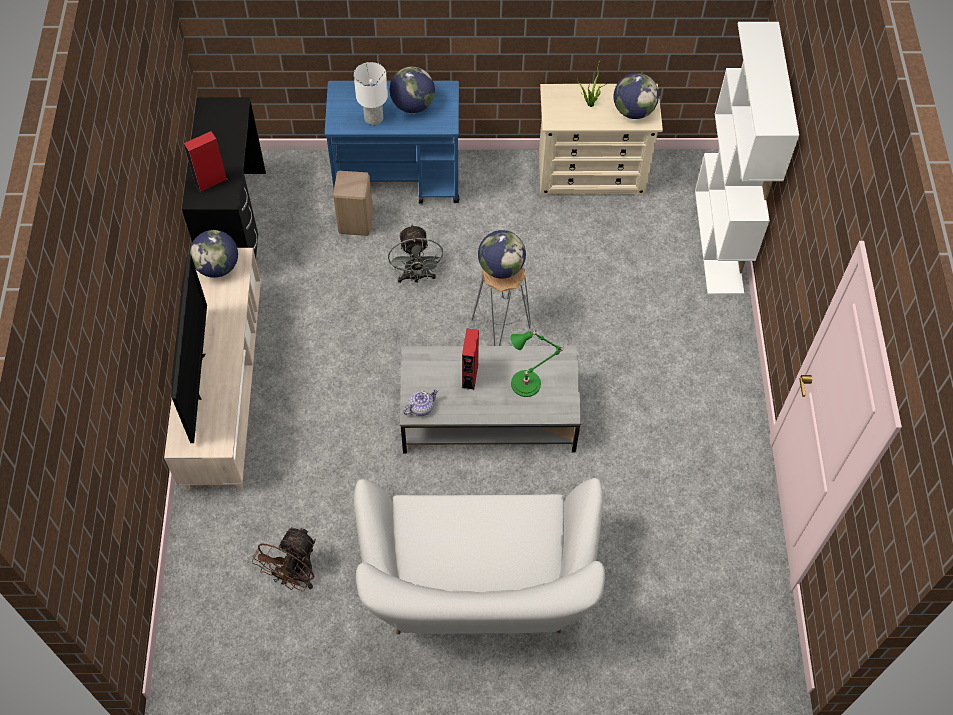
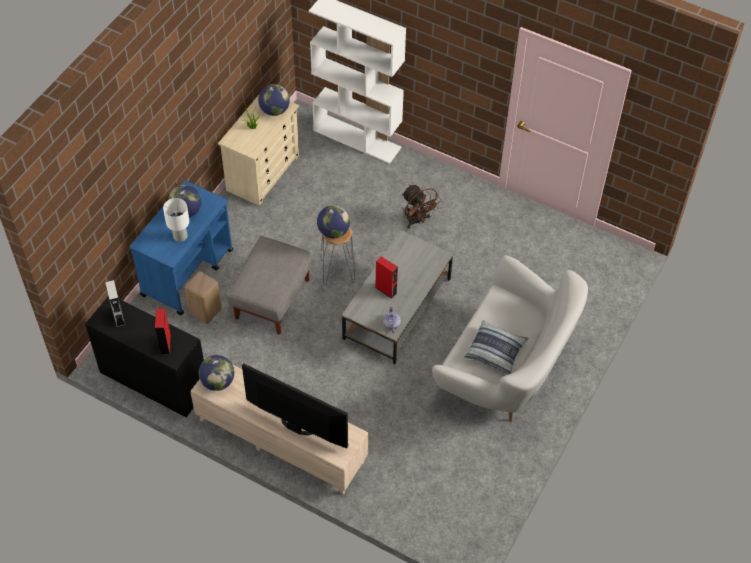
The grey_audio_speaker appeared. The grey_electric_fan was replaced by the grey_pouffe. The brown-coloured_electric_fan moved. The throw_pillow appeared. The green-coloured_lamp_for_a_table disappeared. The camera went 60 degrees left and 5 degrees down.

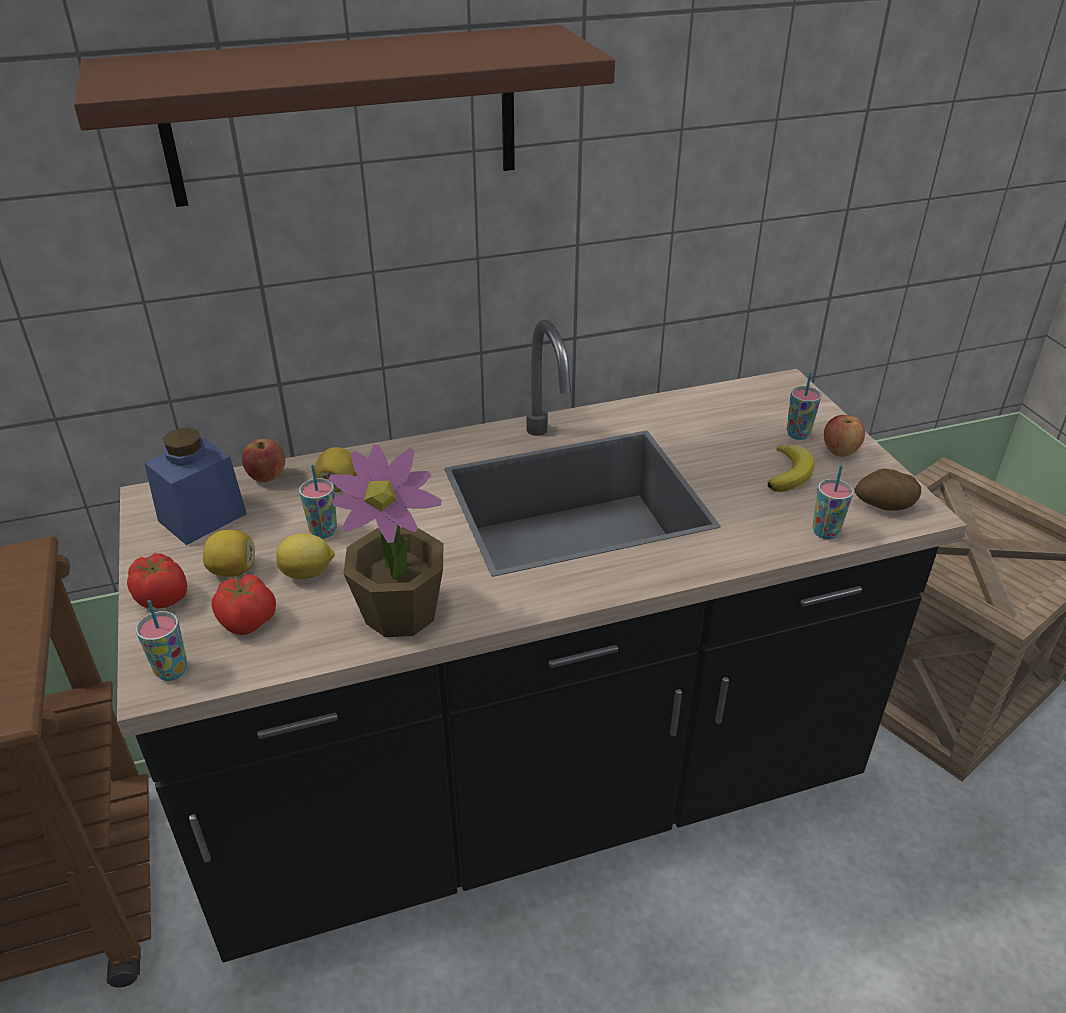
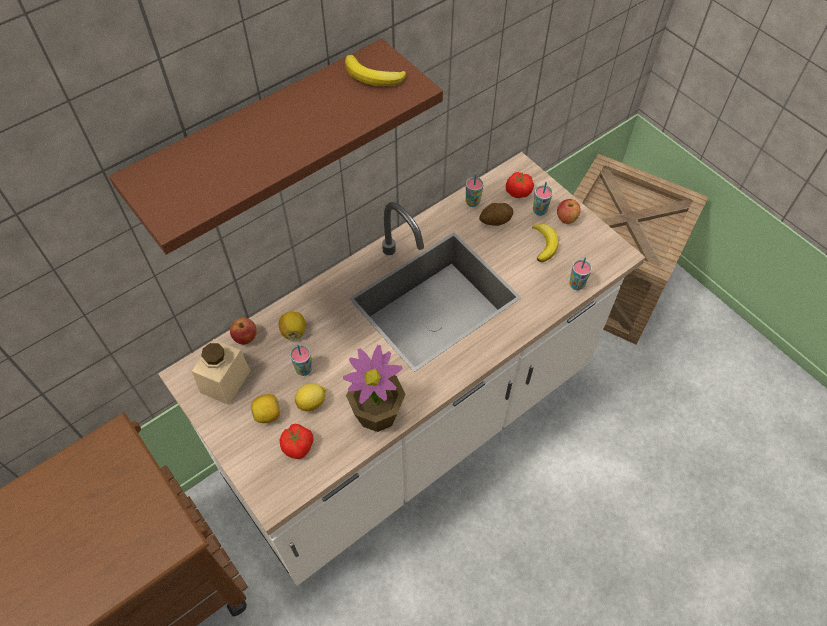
The black-coloured_kitchen_base_unit became the whitish_kitchen_base_unit. The blue_preserve_jar became the sand-coloured_preserve_jar. The banana_fruit (no. 1 from left) appeared. The cup (no. 1 from left in the first image) moved. The spud moved. The fresh_tomato (no. 1 from left in the first image) moved. The camera went 20 degrees left and 20 degrees up.

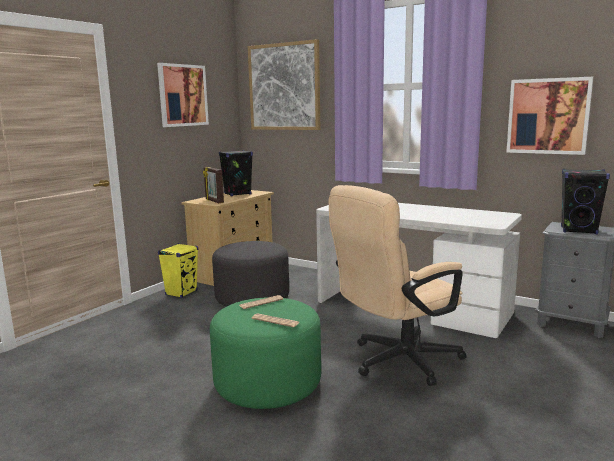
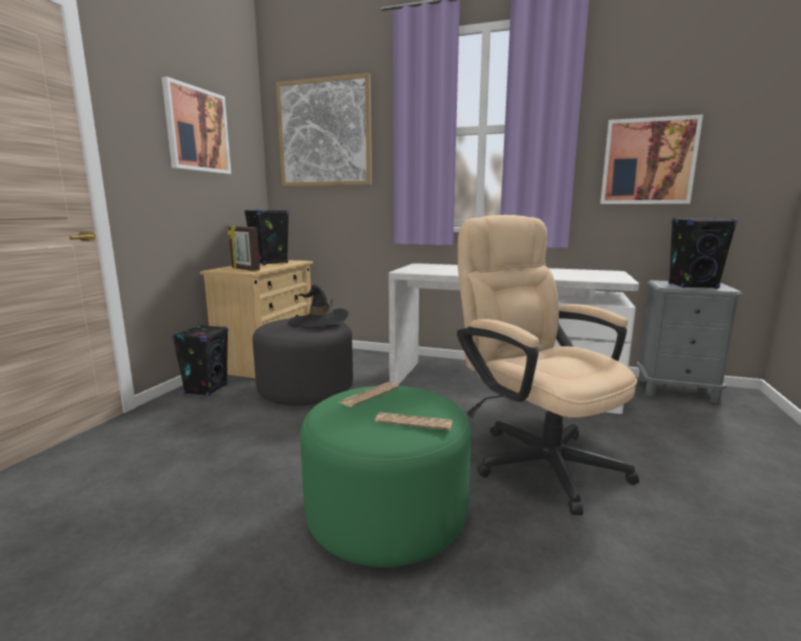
The yellow_audio_speaker became the black-coloured_audio_speaker (no. 1 from left). The black-coloured_hat appeared. The sand-coloured_computer_chair turned 105 degrees clockwise. The camera went 15 degrees left and 0 degrees up.

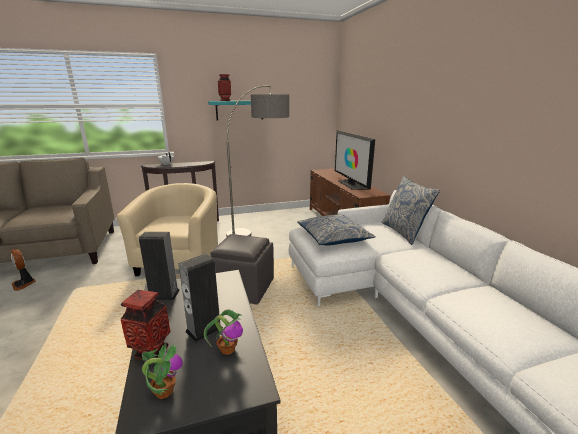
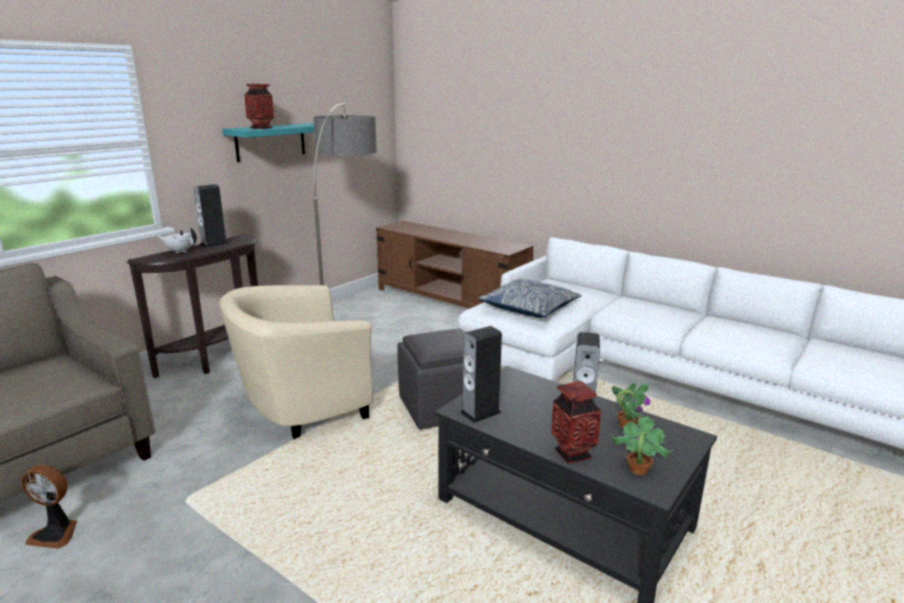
The audio_speaker (no. 1 from left) appeared. The sand-coloured_easy_chair turned 90 degrees counterclockwise. The television disappeared. The throw_pillow (no. 2 from left) disappeared. The camera went 35 degrees left and 0 degrees up.

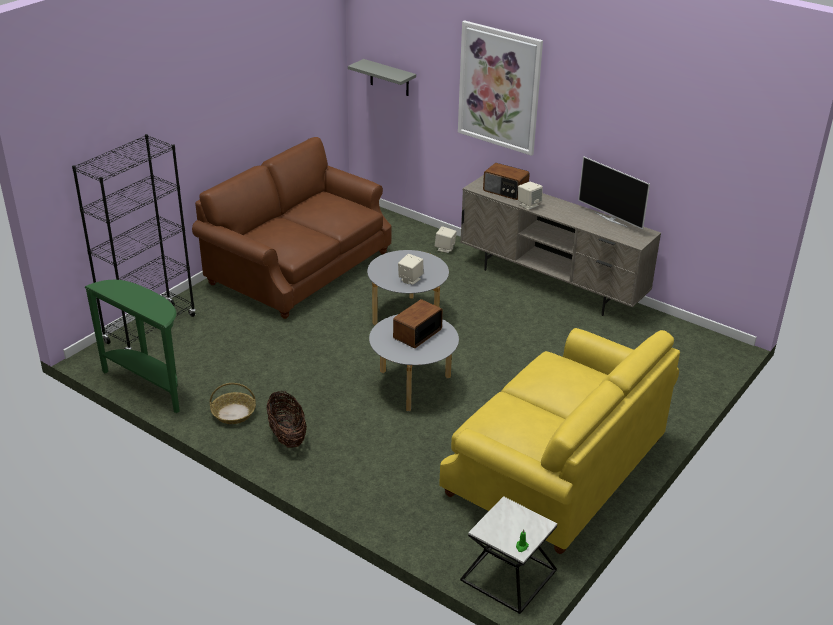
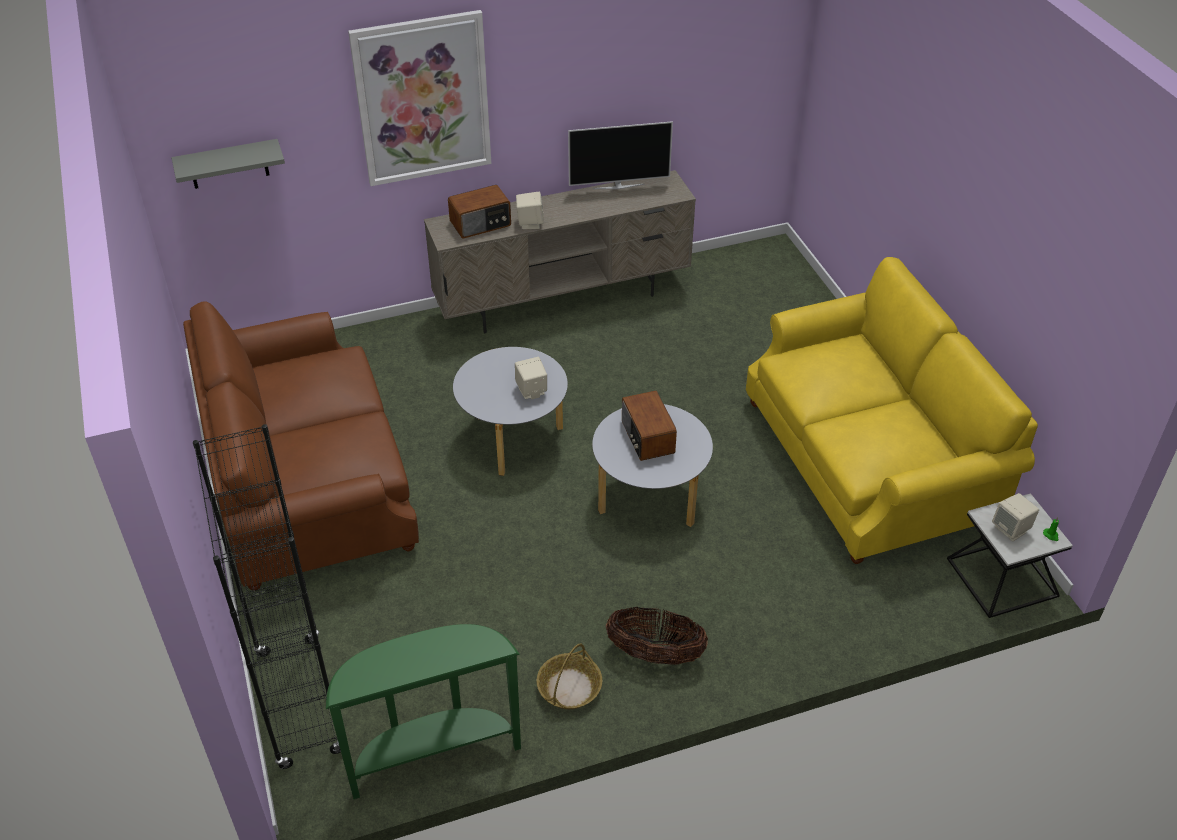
The sand-coloured_audio_speaker (no. 2 from left in the first image) moved. The camera went 55 degrees left and 10 degrees up.

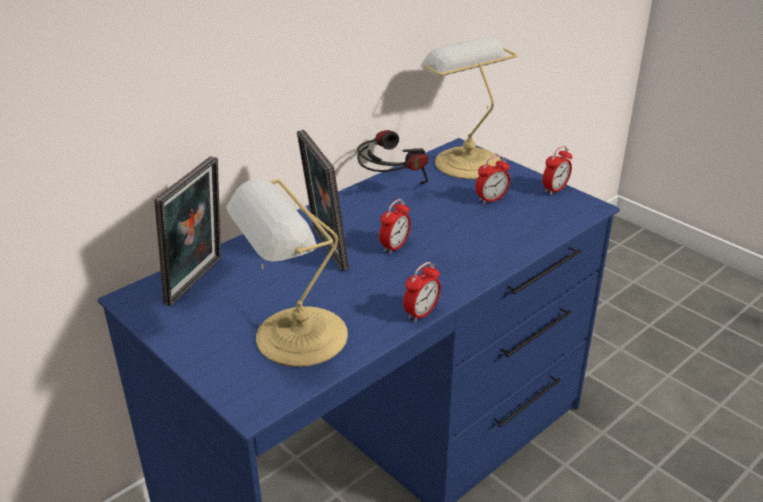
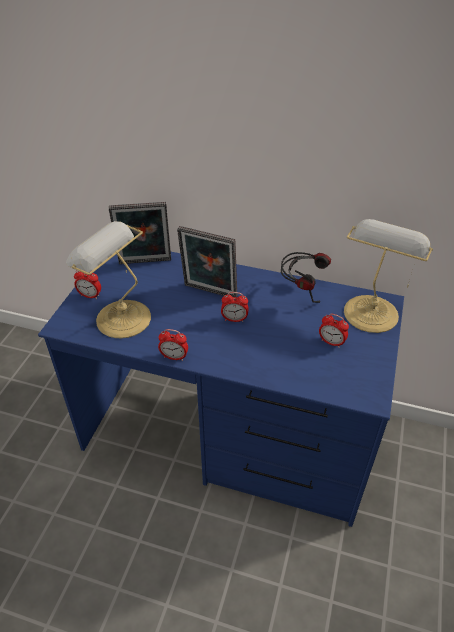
The table_clock (no. 4 from left in the first image) moved. The photo_frame (no. 2 from left) turned 105 degrees counterclockwise. The camera went 60 degrees right and 10 degrees up.

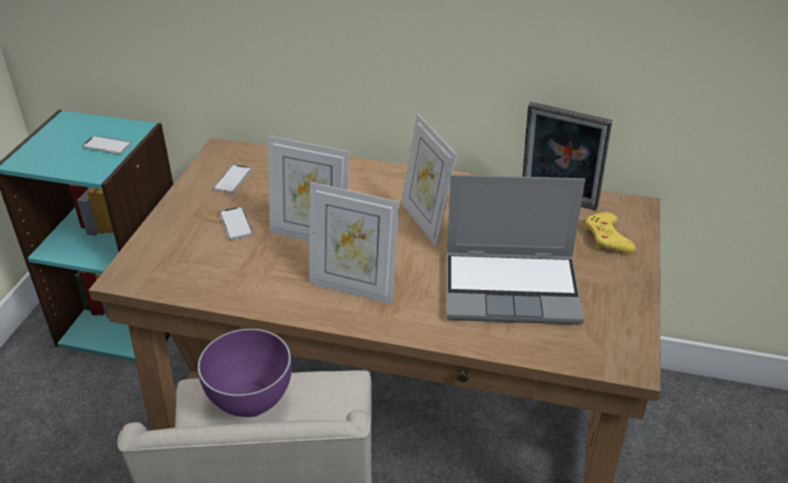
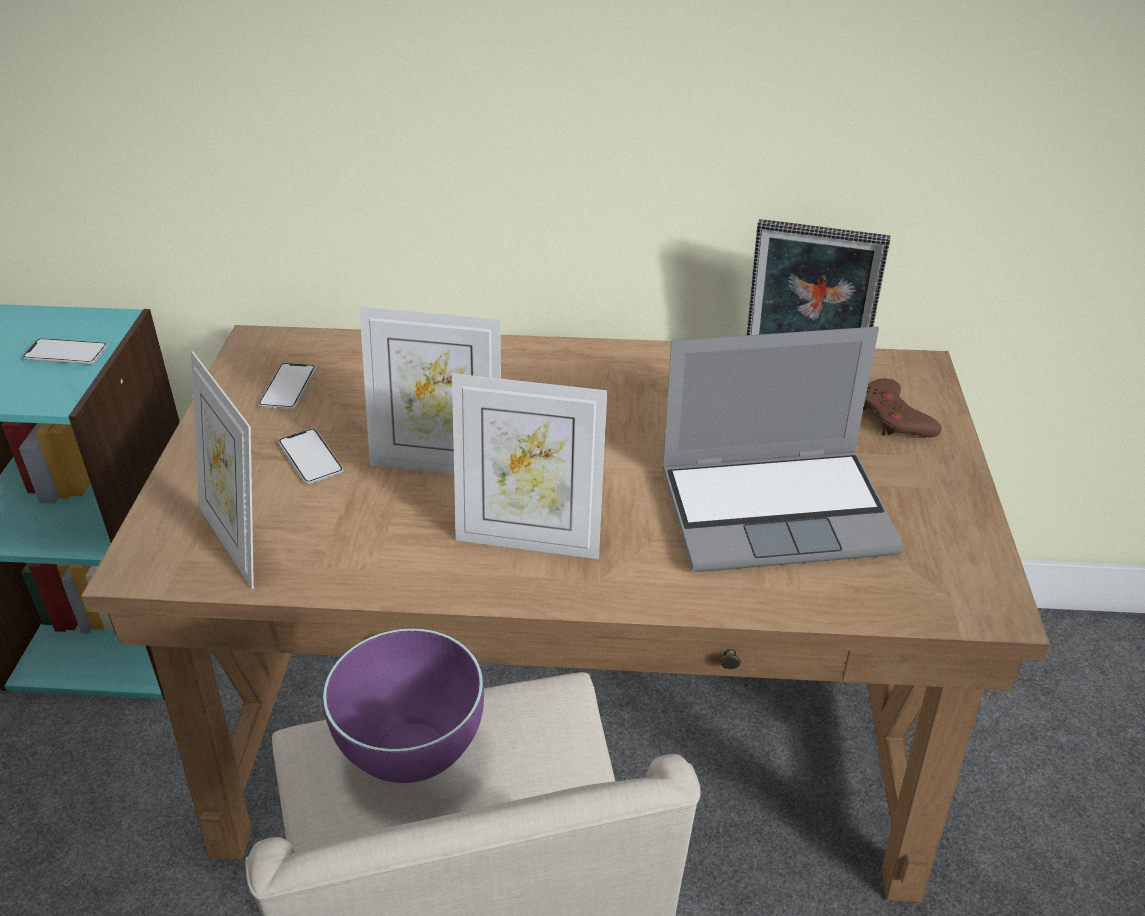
The photo_frame (no. 3 from left in the first image) moved. The yellow_joypad became the brown-coloured_joypad. The camera went 10 degrees left and 0 degrees up.

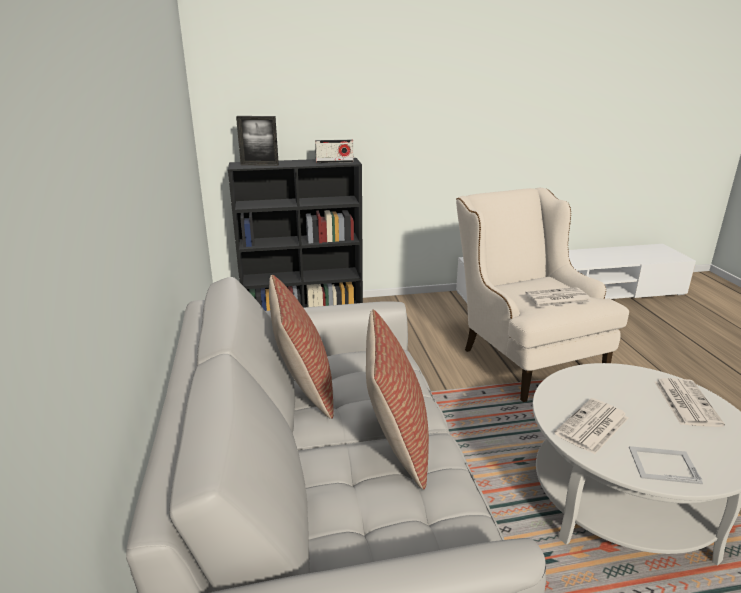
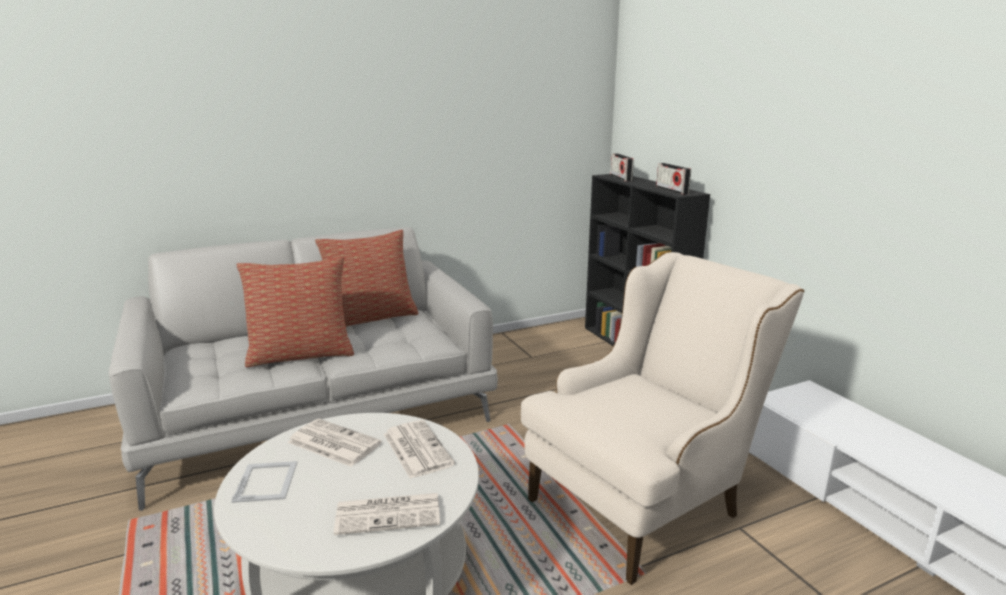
The daily_paper (no. 1 from left in the first image) moved. The photo_frame (no. 1 from left) was replaced by the radio_receiver (no. 1 from left). The camera went 75 degrees right and 5 degrees down.

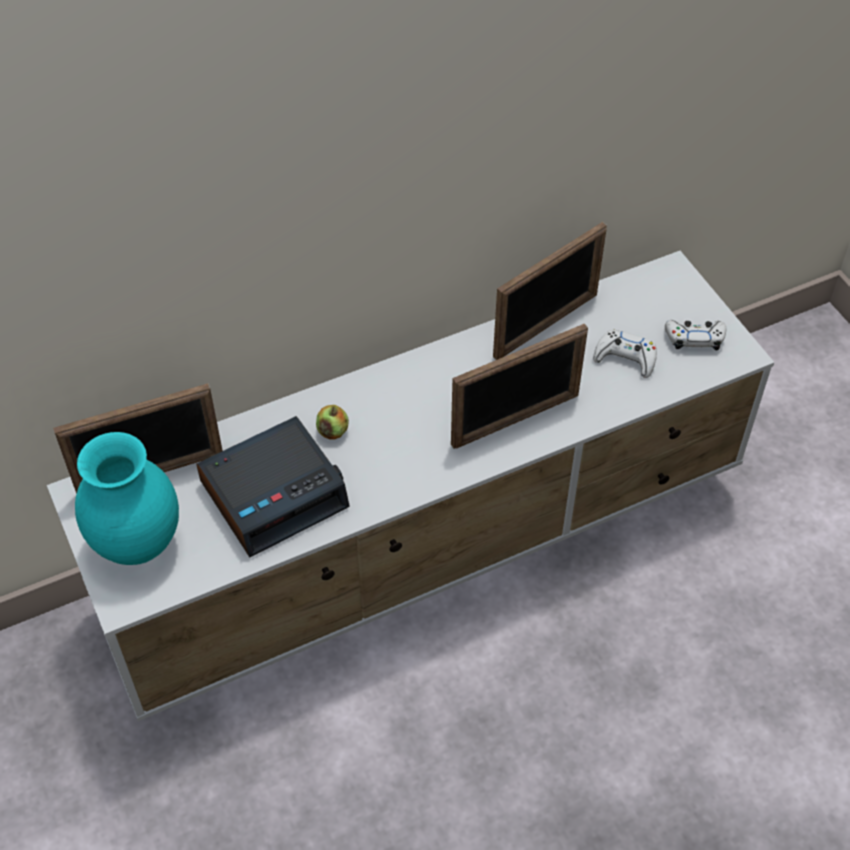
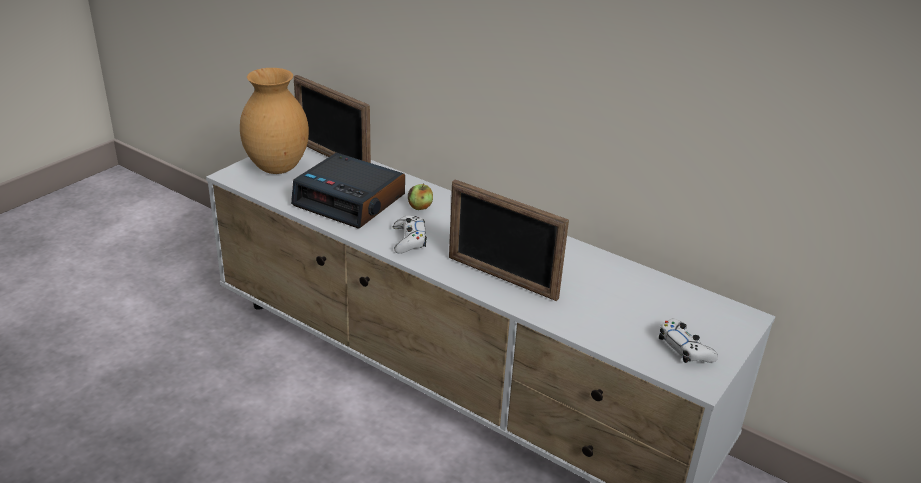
The blue-green_flower_vase became the brown-coloured_flower_vase. The whitish_joypad (no. 1 from left) moved. The photo_frame (no. 3 from left) disappeared. The camera went 60 degrees right and 20 degrees down.

